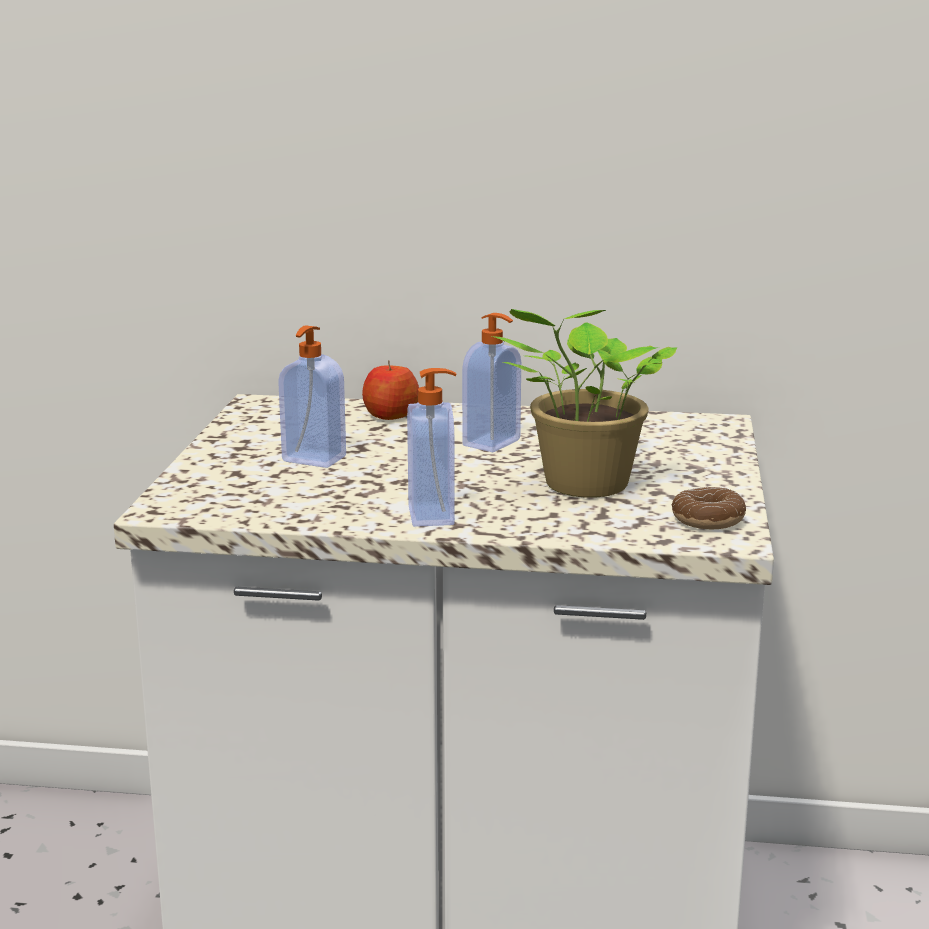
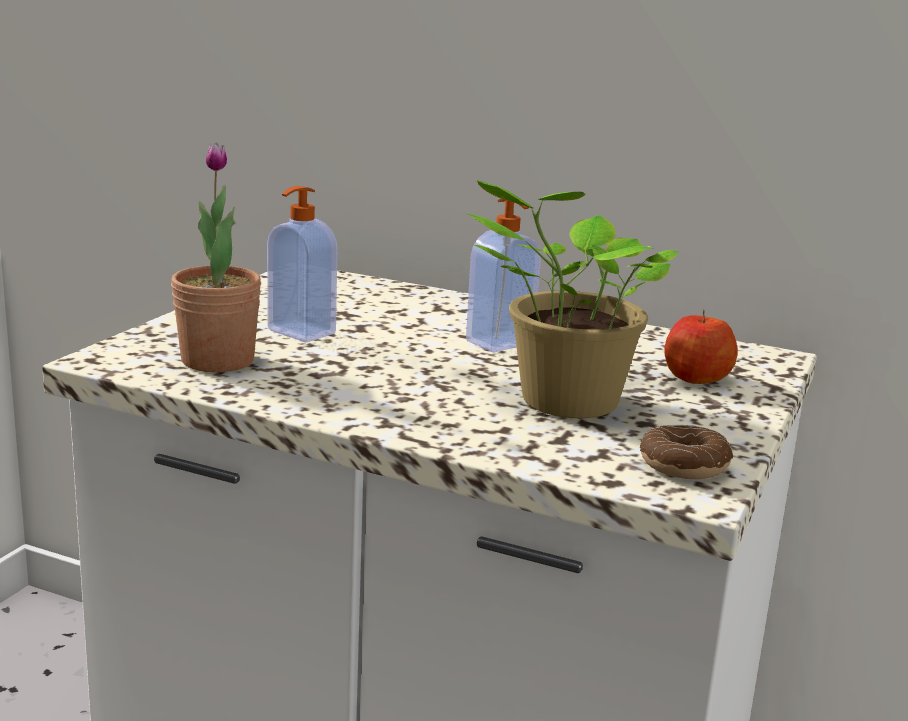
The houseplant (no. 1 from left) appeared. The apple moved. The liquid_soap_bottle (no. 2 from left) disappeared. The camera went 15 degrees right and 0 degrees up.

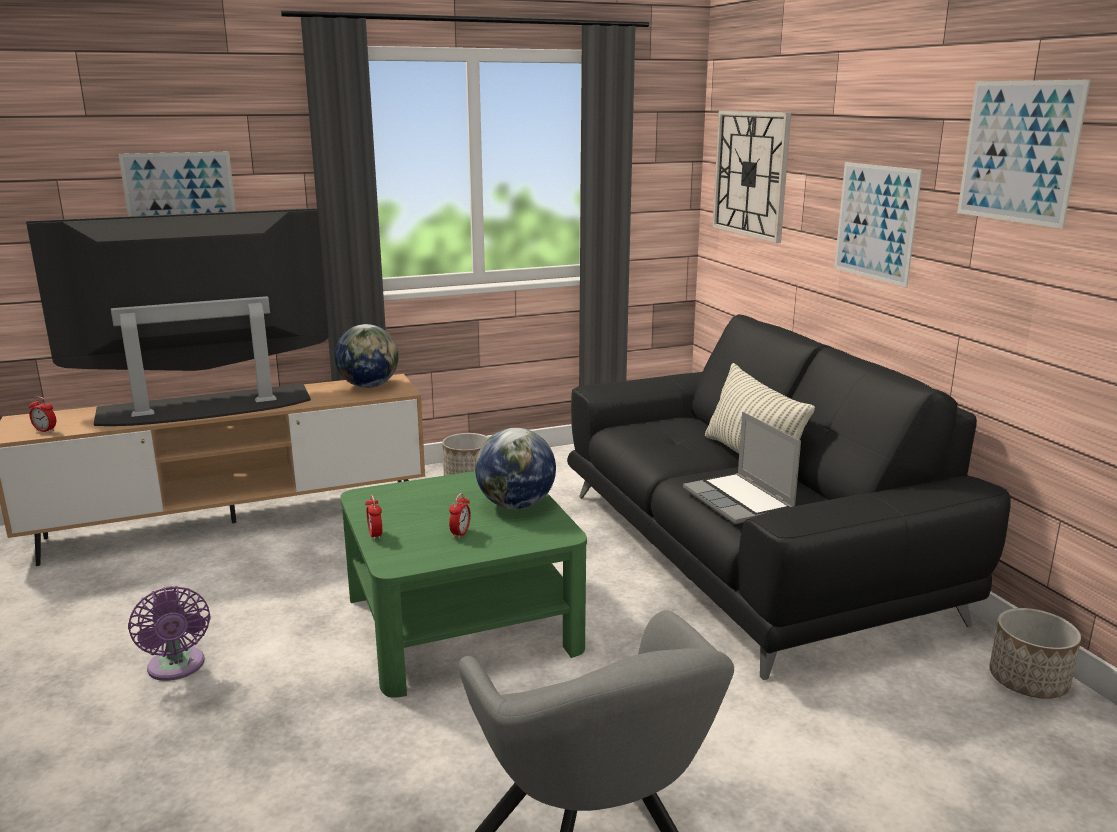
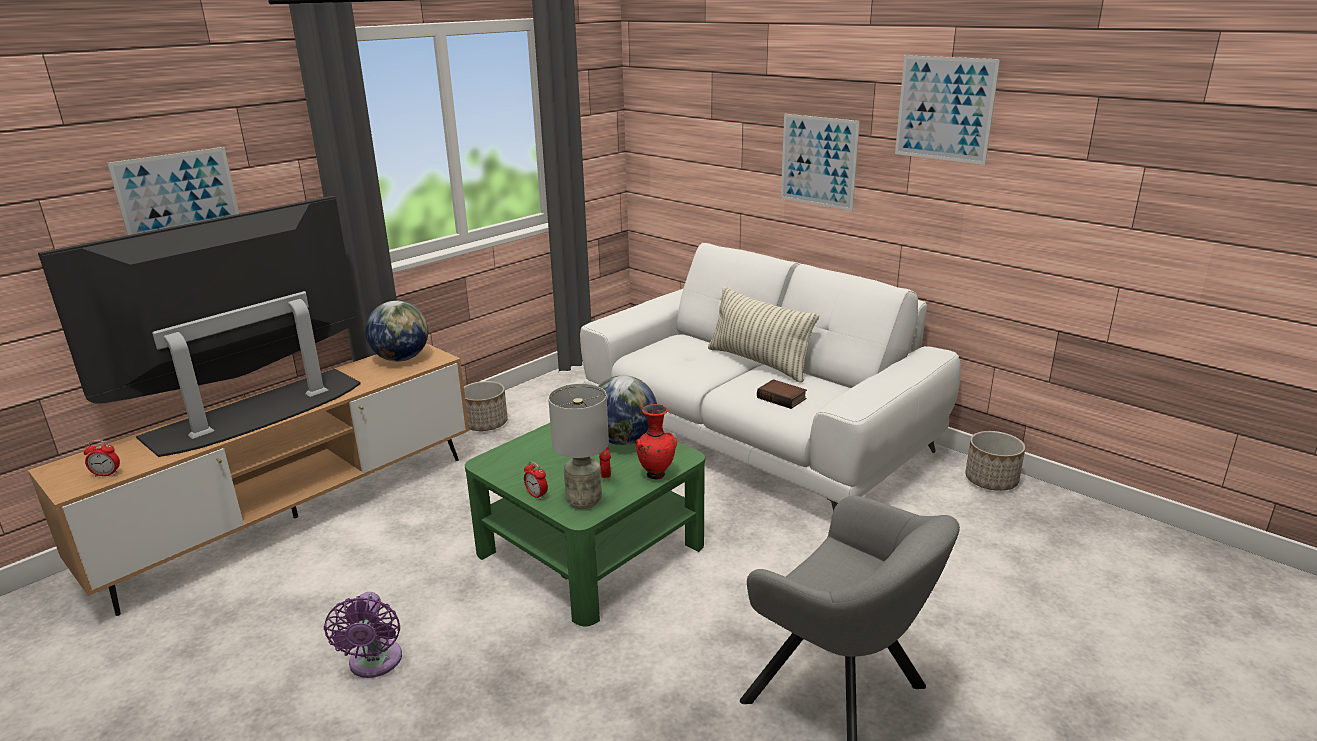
The purple-coloured_electric_fan turned 45 degrees clockwise. The grey_lamp_for_a_table appeared. The black-coloured_sofa became the whitish_sofa. The red-coloured_flower_vase appeared. The laptop was replaced by the book. The clock_on_the_wall disappeared. The camera went 25 degrees left and 5 degrees up.

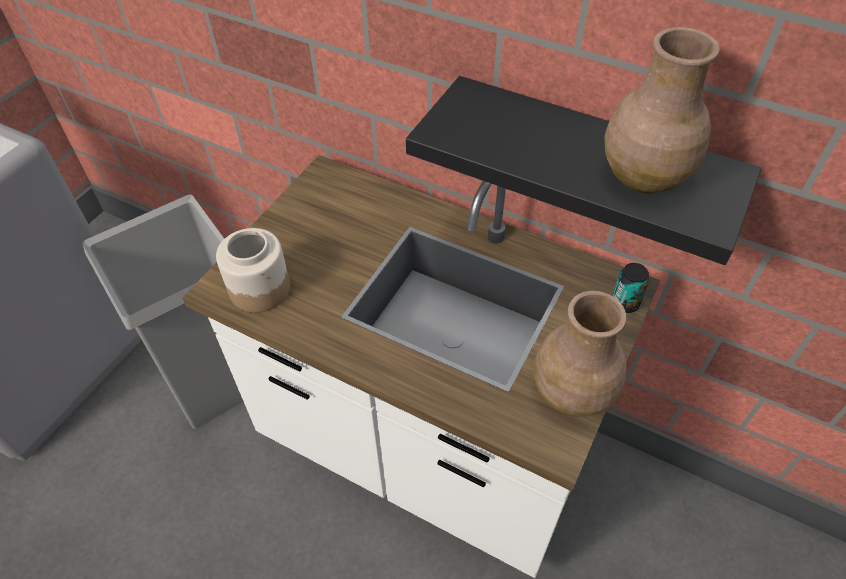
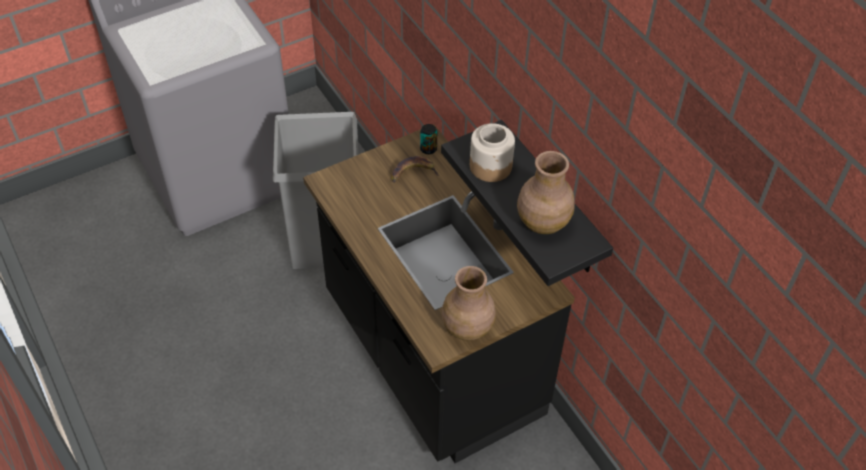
The whitish_kitchen_base_unit became the black-coloured_kitchen_base_unit. The banana_fruit appeared. The sealed_can moved. The preserve_jar moved. The camera went 30 degrees right and 0 degrees up.

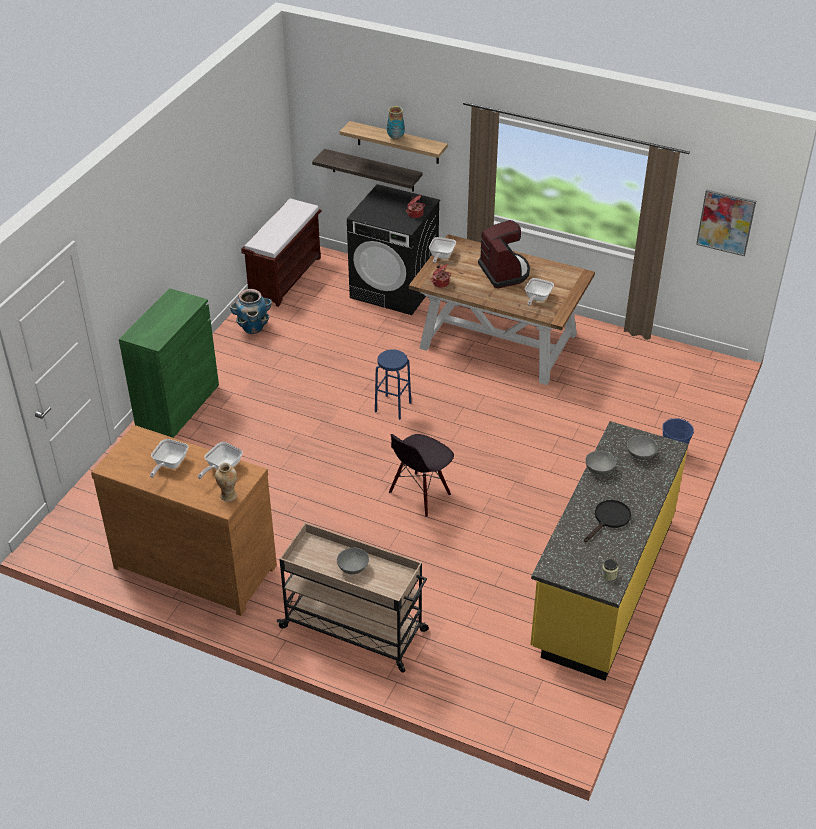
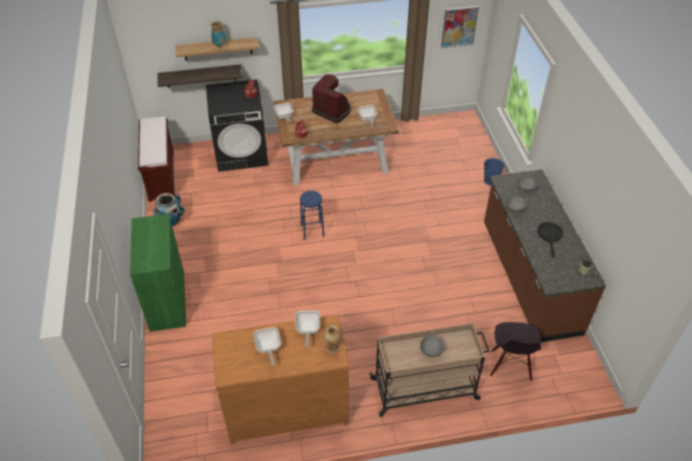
The yellow_kitchen_base_unit became the brown-coloured_kitchen_base_unit. The black-coloured_upright_chair moved. The camera went 35 degrees left and 5 degrees up.

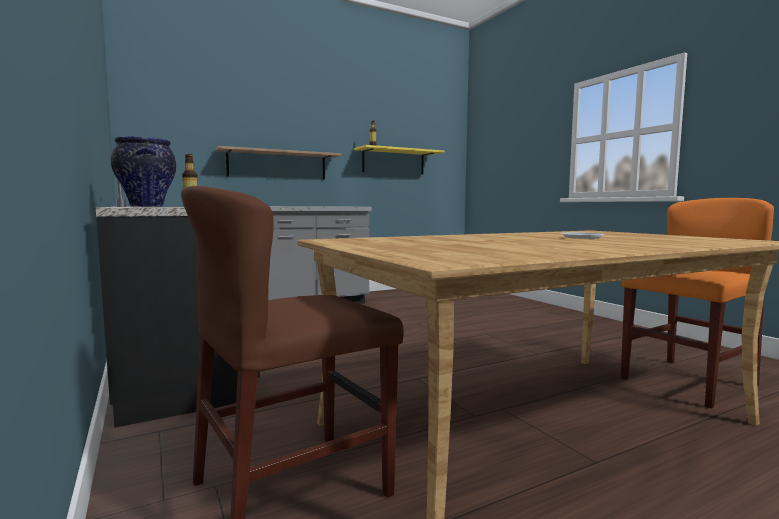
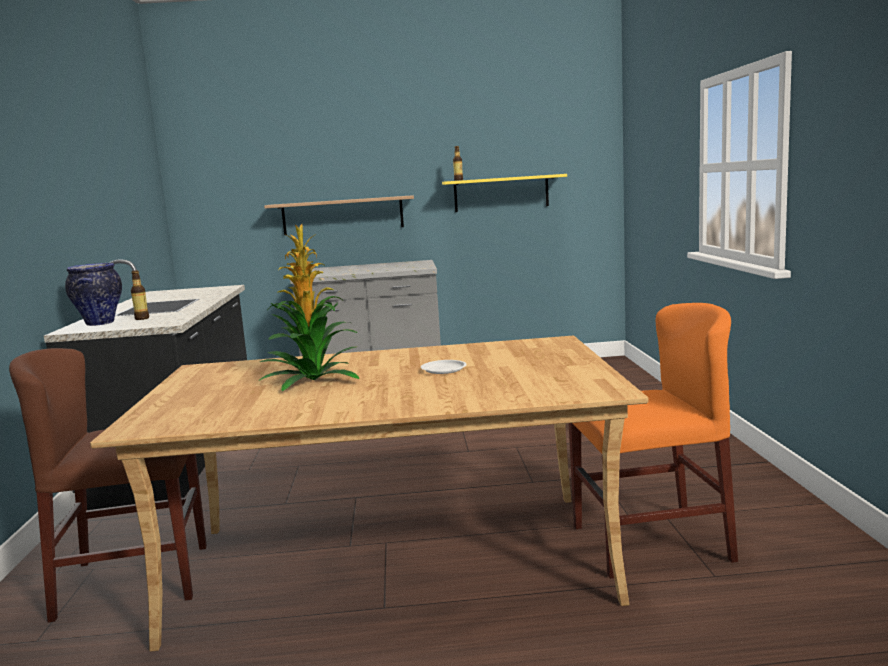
The houseplant appeared. The camera went 25 degrees right and 5 degrees up.

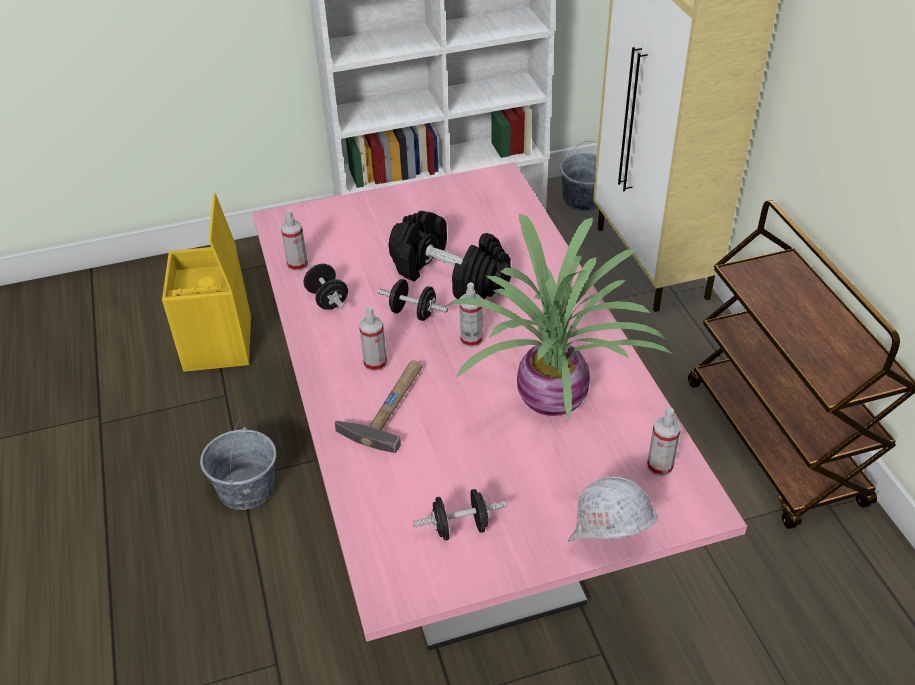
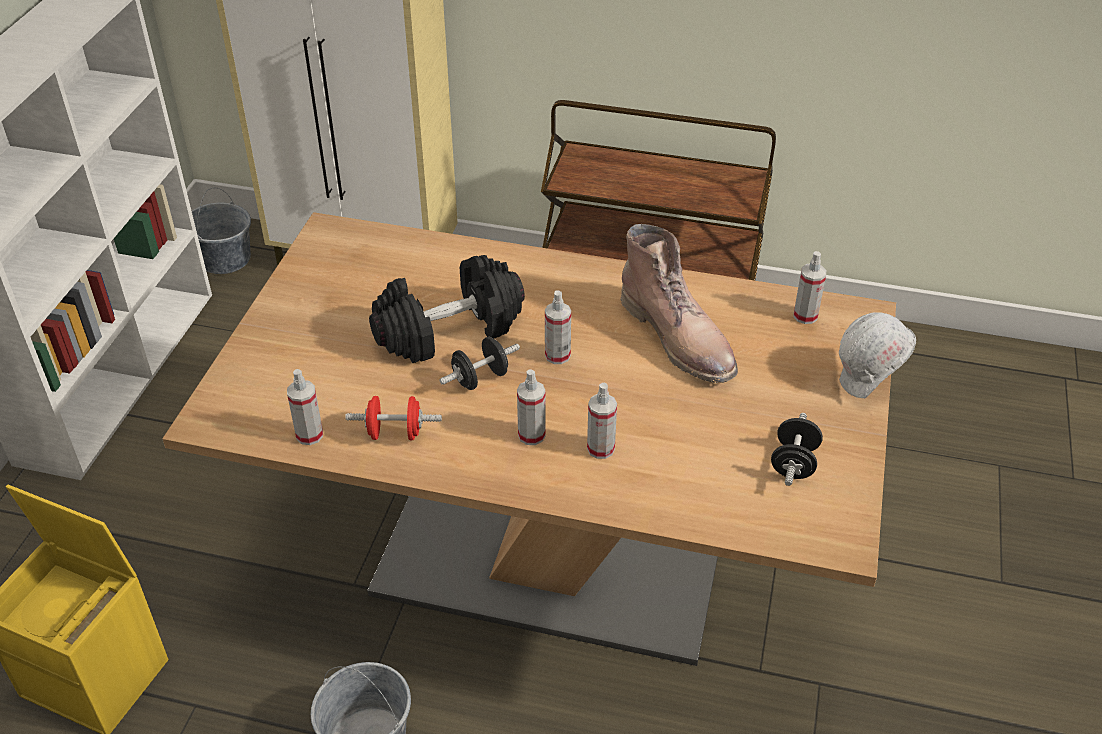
The pink_kitchen_table became the brown-coloured_kitchen_table. The black-coloured_free_weight (no. 1 from left) became the red-coloured_free_weight. The hand_hammer was replaced by the spray_bottle (no. 4 from left). The houseplant was replaced by the brown-coloured_high-top_boot. The camera went 60 degrees left and 0 degrees up.

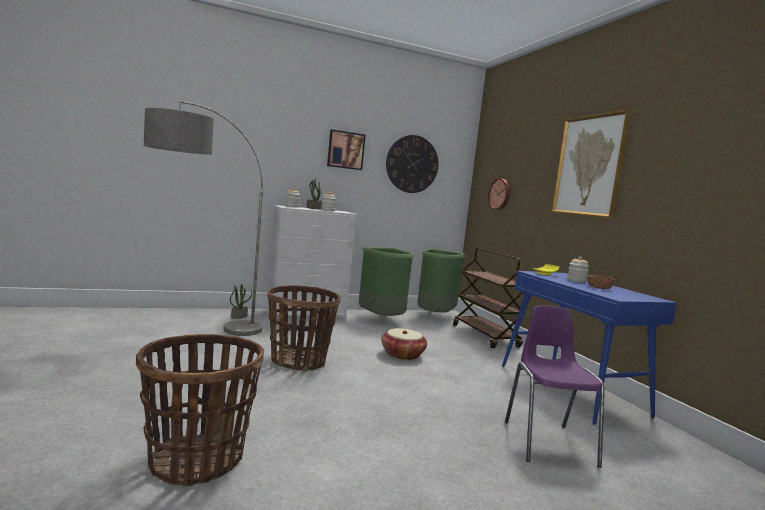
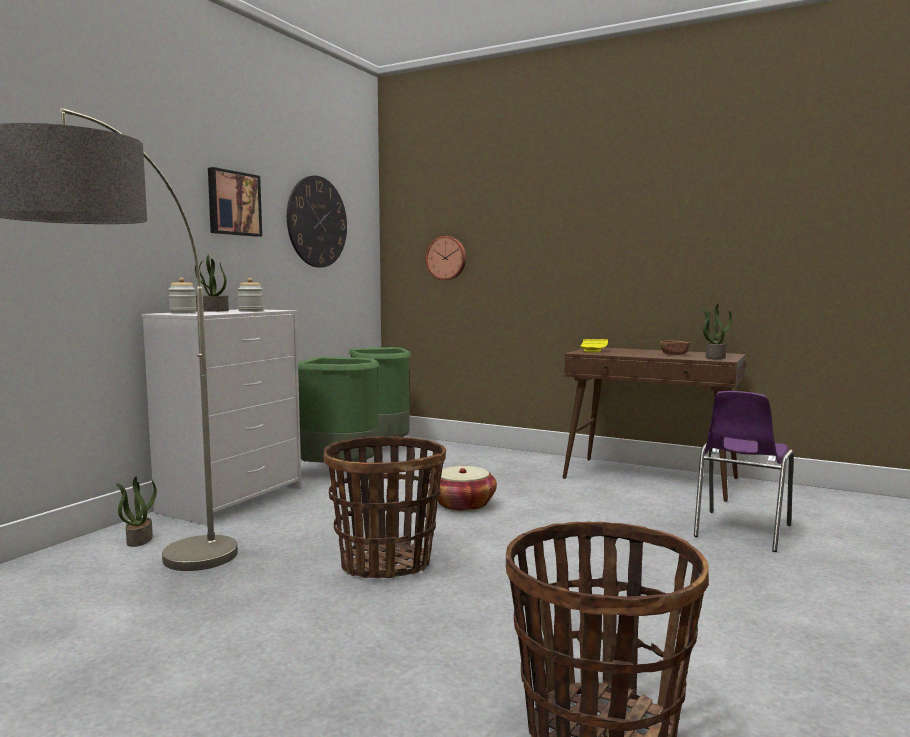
The blue_hall_table became the brown-coloured_hall_table. The purple-coloured_upright_chair turned 105 degrees counterclockwise. The houseplant (no. 3 from left) appeared. The brown-coloured_trolley disappeared. The wall_picture (no. 2 from left) disappeared. The preserve_jar (no. 3 from left) disappeared. The camera went 40 degrees left and 0 degrees up.

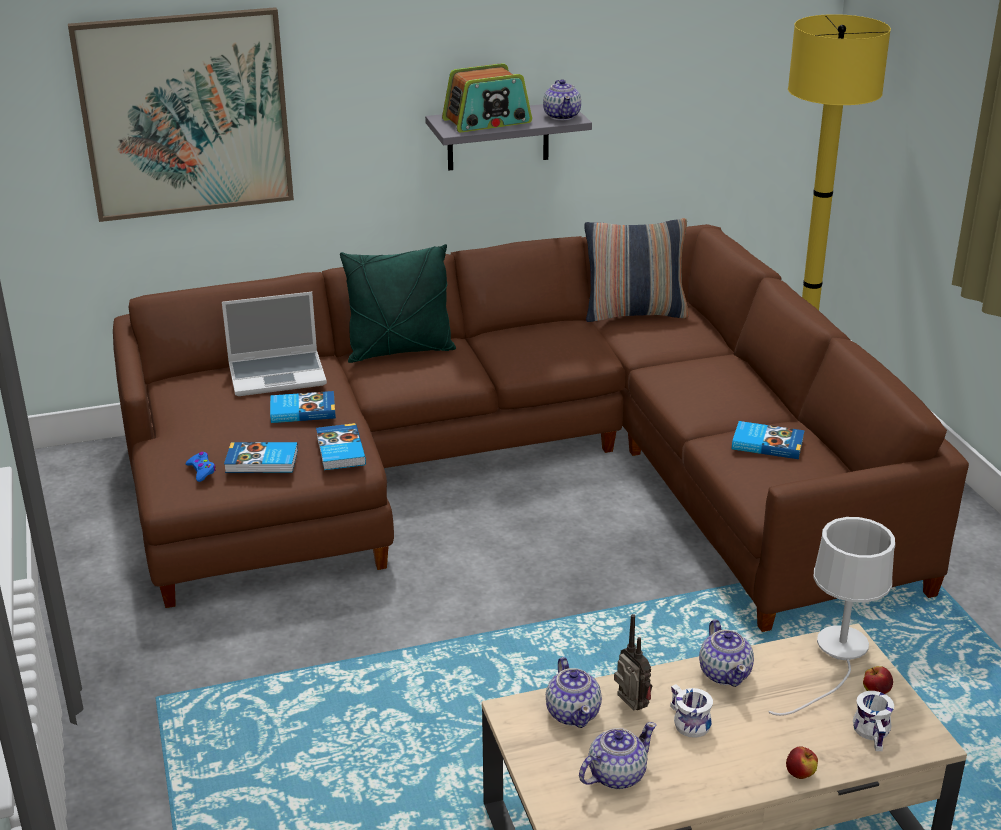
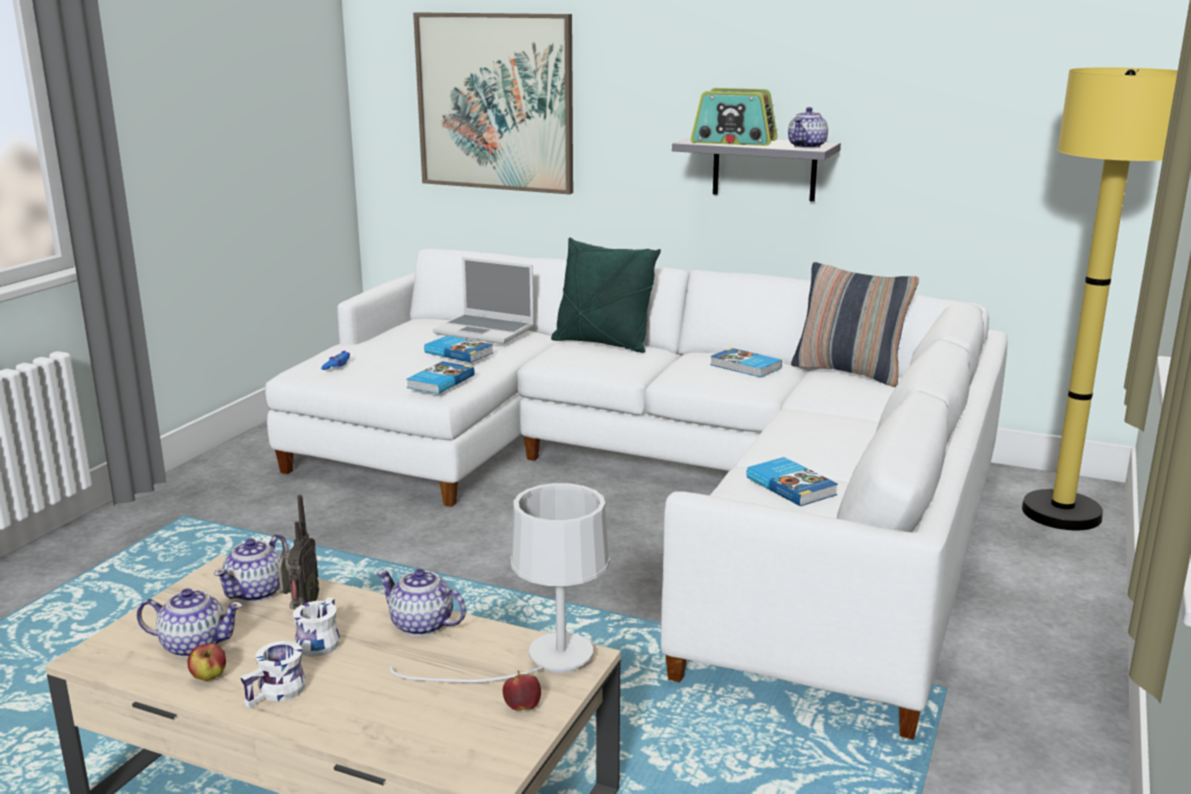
The apple (no. 1 from left) moved. The whitish_mug (no. 2 from left in the first image) moved. The brown-coloured_sofa became the whitish_sofa. The teapot (no. 4 from left in the first image) turned 90 degrees clockwise. The book (no. 1 from left in the first image) moved. The camera went 40 degrees right and 10 degrees down.

